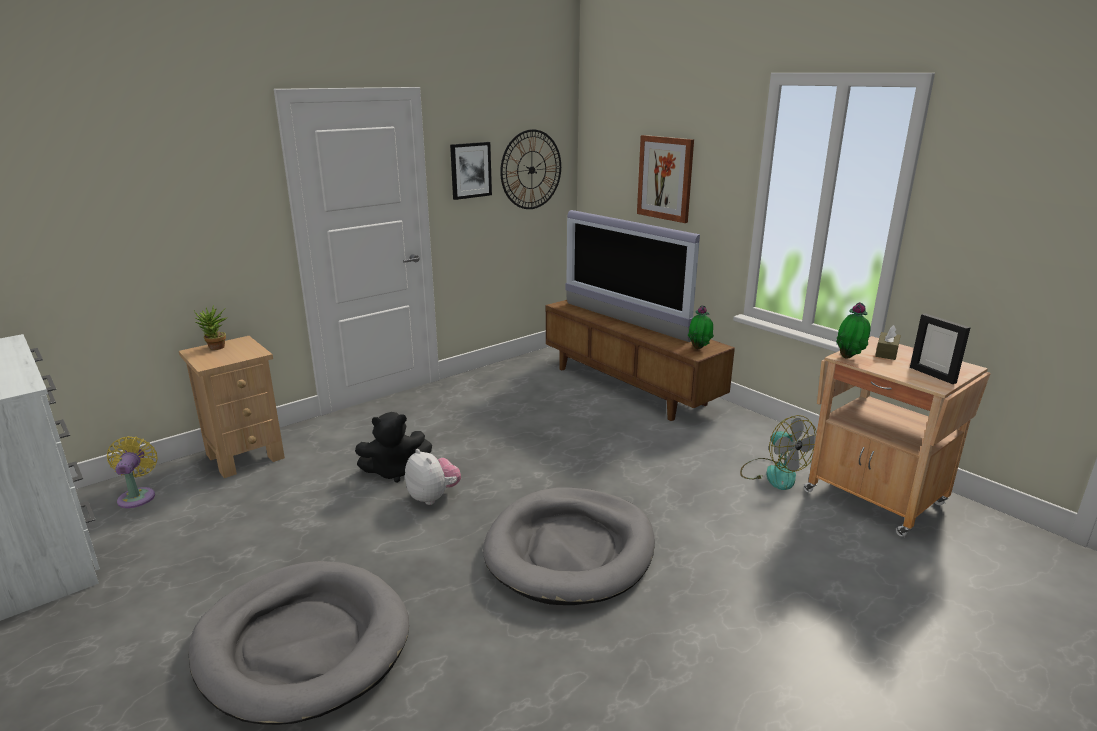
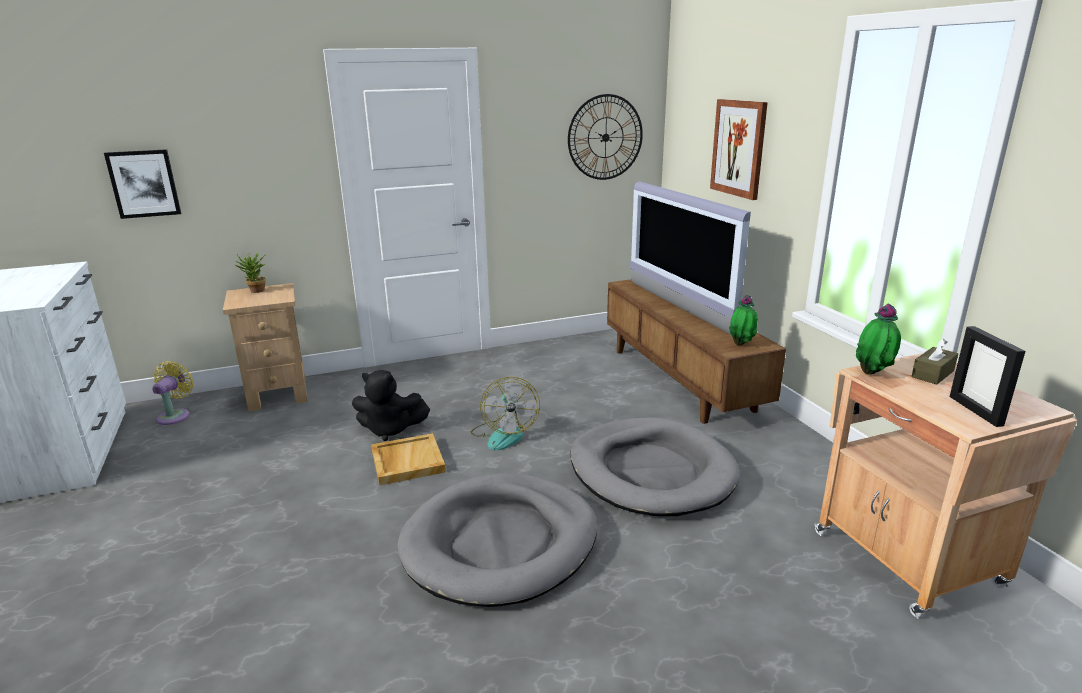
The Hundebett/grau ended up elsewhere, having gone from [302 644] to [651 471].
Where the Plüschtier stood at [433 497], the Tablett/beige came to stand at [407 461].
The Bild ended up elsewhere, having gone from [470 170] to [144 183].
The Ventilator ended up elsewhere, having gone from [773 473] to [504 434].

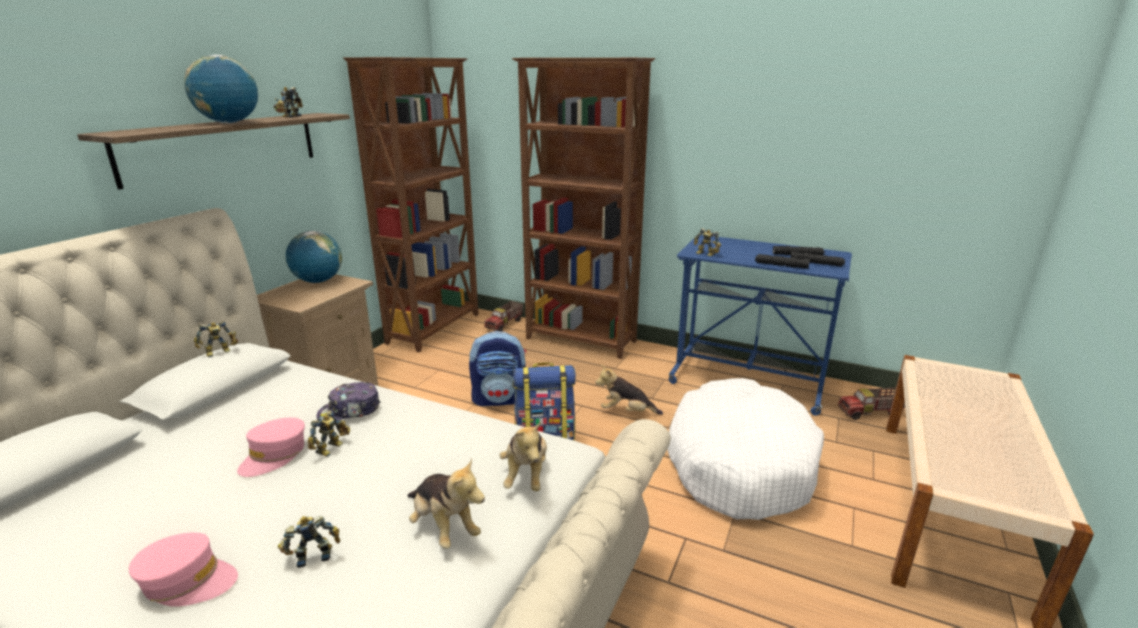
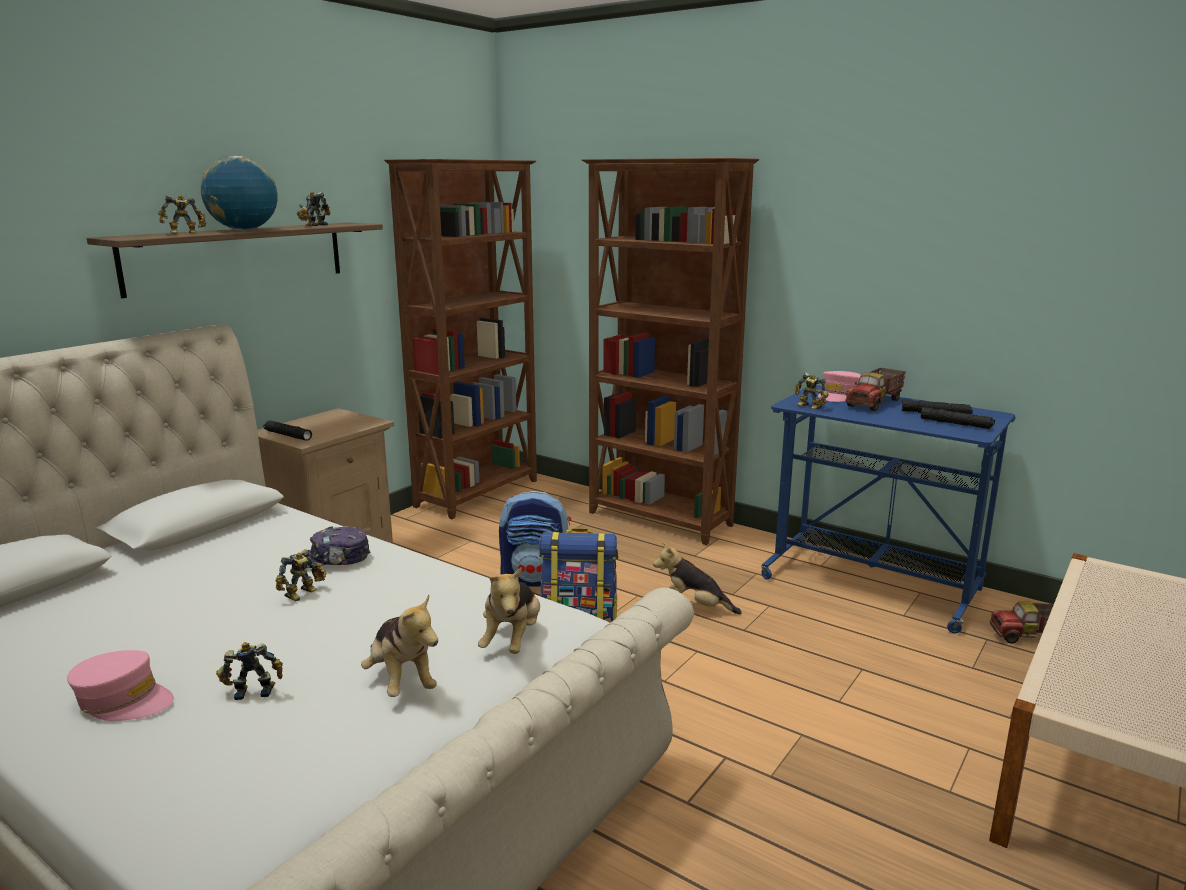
The Spielzeugroboter ended up elsewhere, having gone from [219 352] to [185 233].
The Kappe/rosa ended up elsewhere, having gone from [274 455] to [839 395].
The second view lost the Globus at [318 281].
The Spielzeuglaster ended up elsewhere, having gone from [505 324] to [875 403].
The second view lost the Hundebett/weiß at [739 463].
The Taschenlampe/schwarz ended up elsewhere, having gone from [781 265] to [288 435].

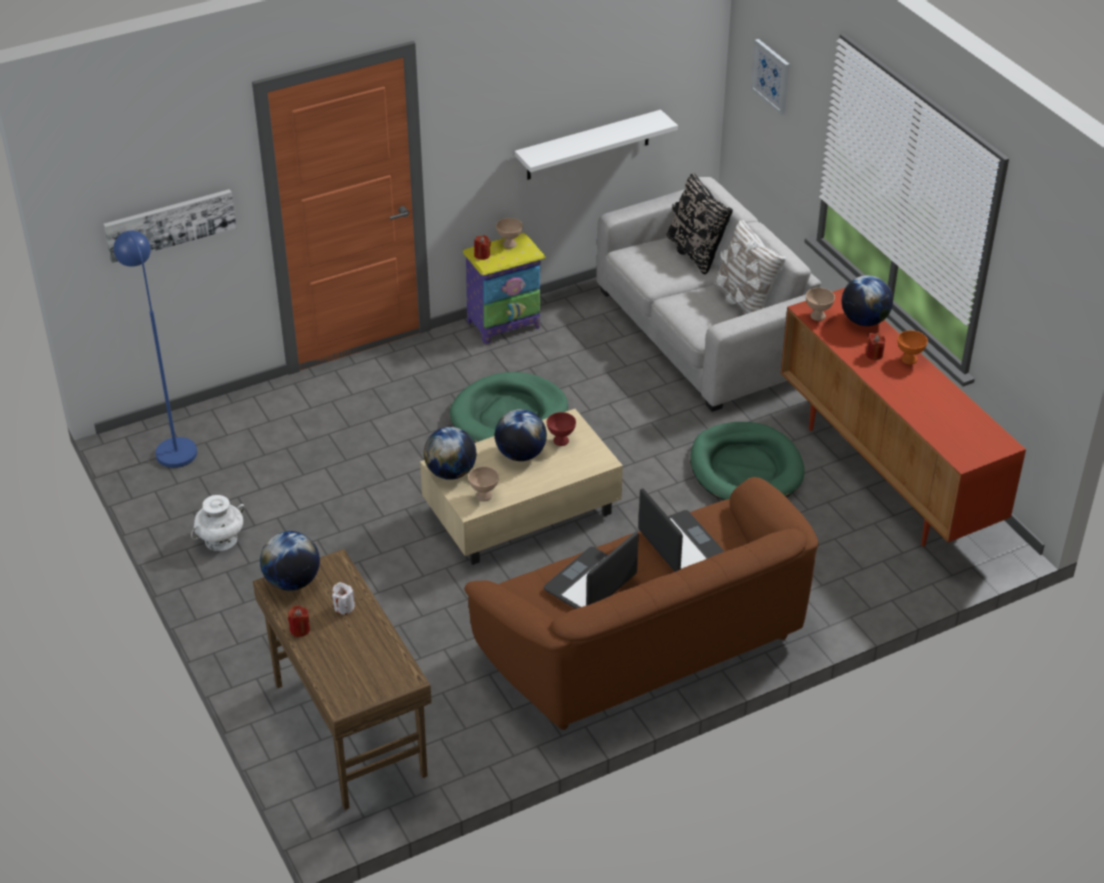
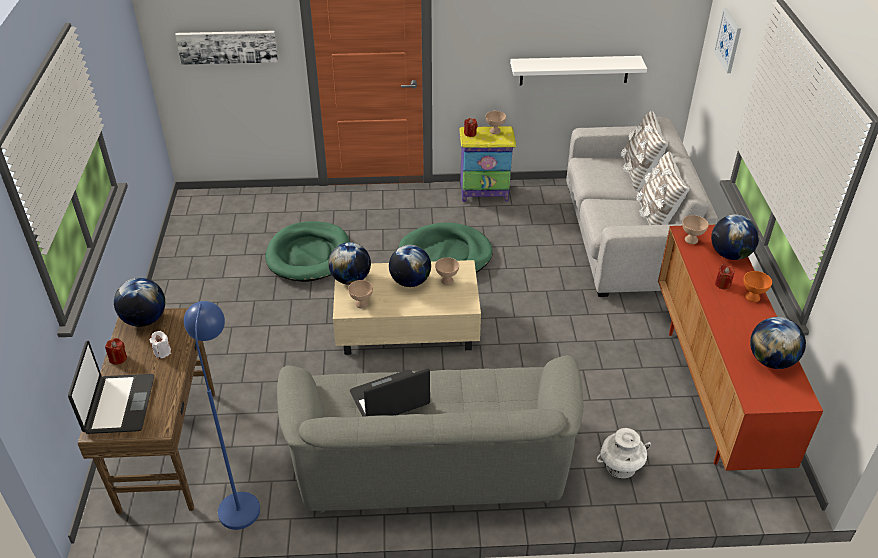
The Stehlampe/blau ended up elsewhere, having gone from [172 447] to [240 501].
The Vase/weiß ended up elsewhere, having gone from [221 540] to [620 466].
What was the Sofa/braun at [644 640] turned into the Sofa/grau at [431 461].
What was the Schüssel/rot at [561 441] turned into the Schüssel/beige at [446 281].
The Laptop ended up elsewhere, having gone from [680 545] to [118 405].
What was the Kissen/schwarz at [694 253] turned into the Kissen/weiß at [638 174].
The Hundebett/grün ended up elsewhere, having gone from [746 468] to [309 255].
The second view gained the Globus at [771 360].

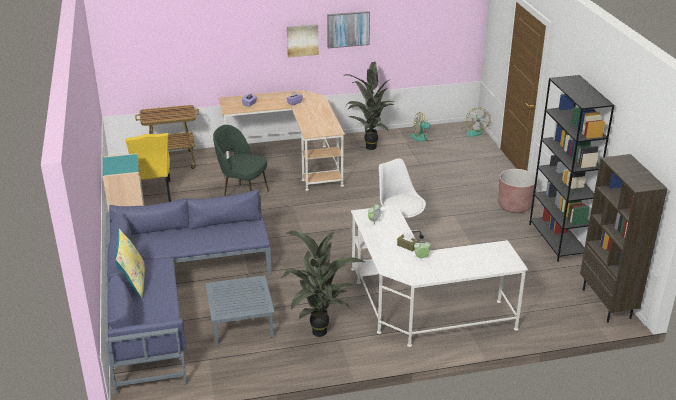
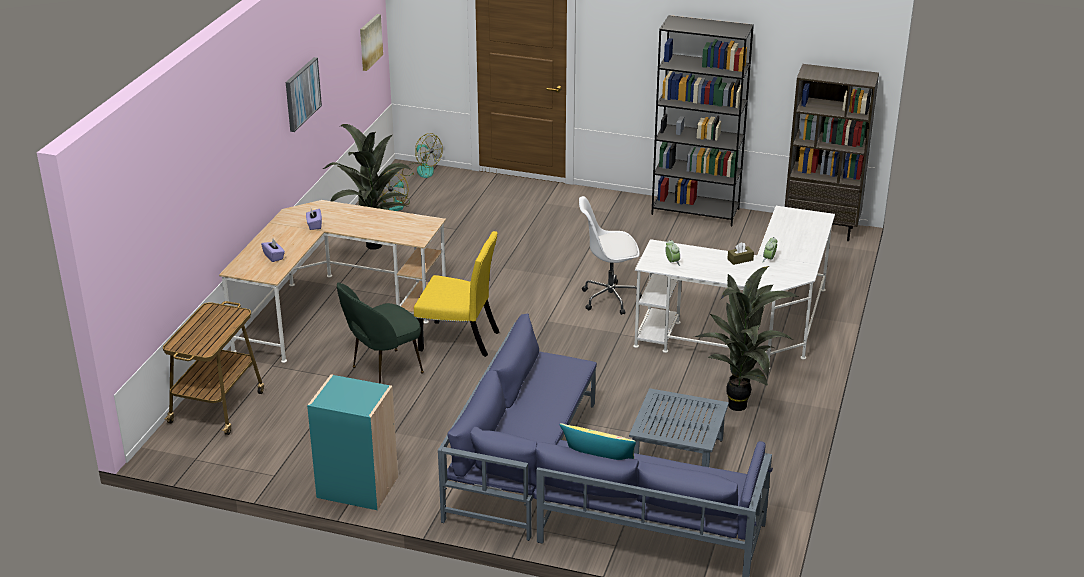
The Stuhl/gelb ended up elsewhere, having gone from [153 193] to [458 340].
The Bild ended up elsewhere, having gone from [302 40] to [370 42].
The second view lost the Pflanzkübel/braun at [514 206].

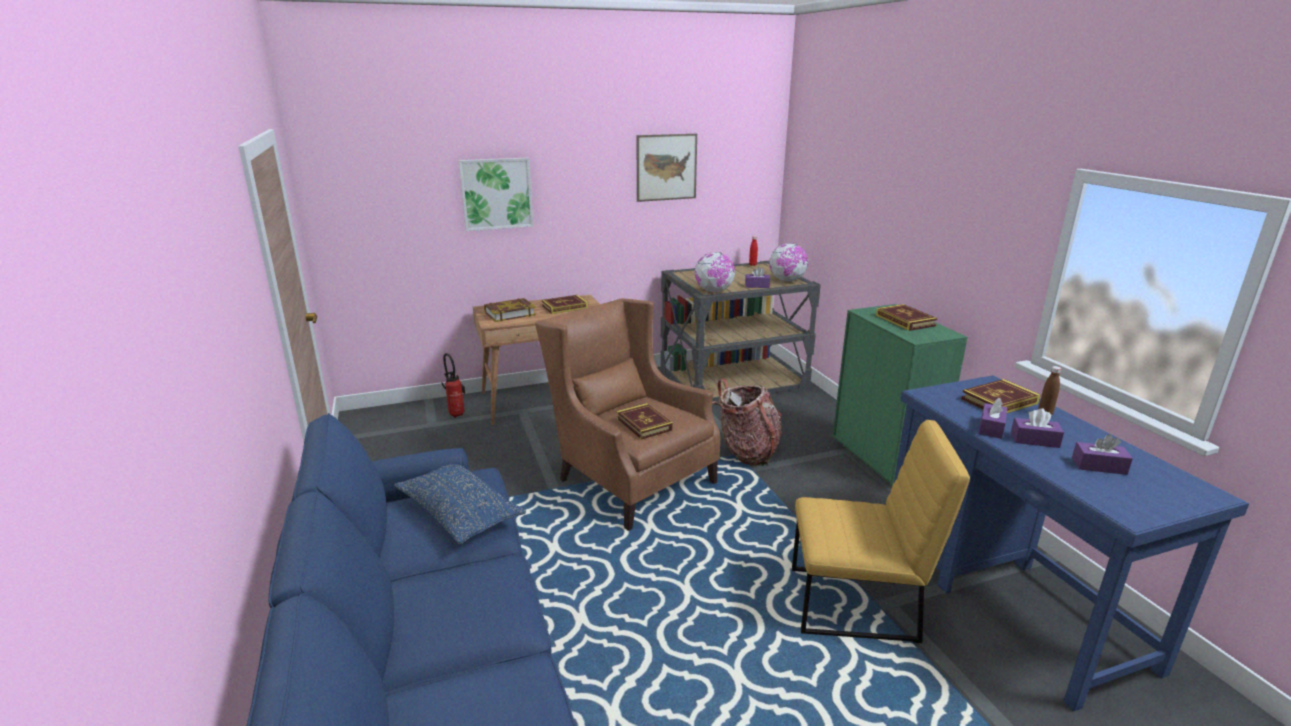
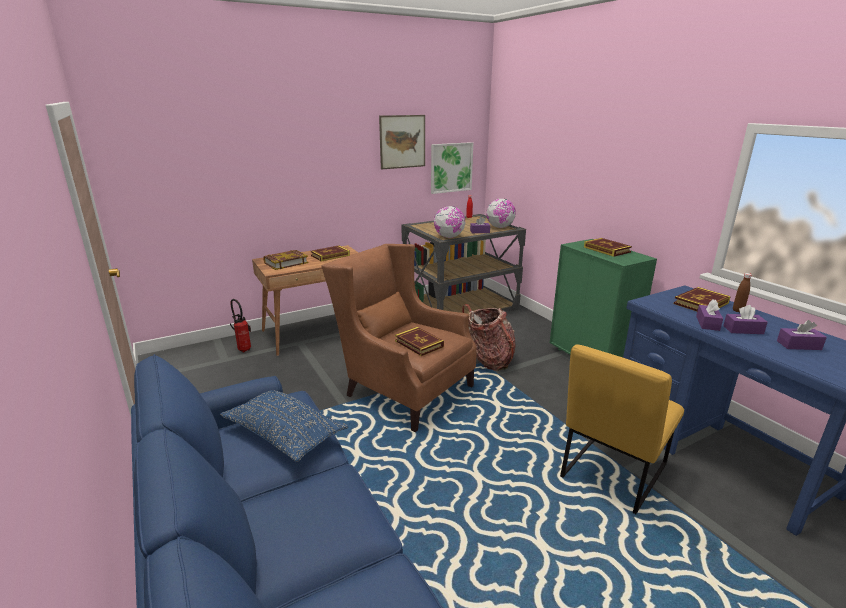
The Bild ended up elsewhere, having gone from [496 194] to [451 167].
The Stuhl/gelb at [857 605] ended up facing another way, 135 degrees clockwise from before.

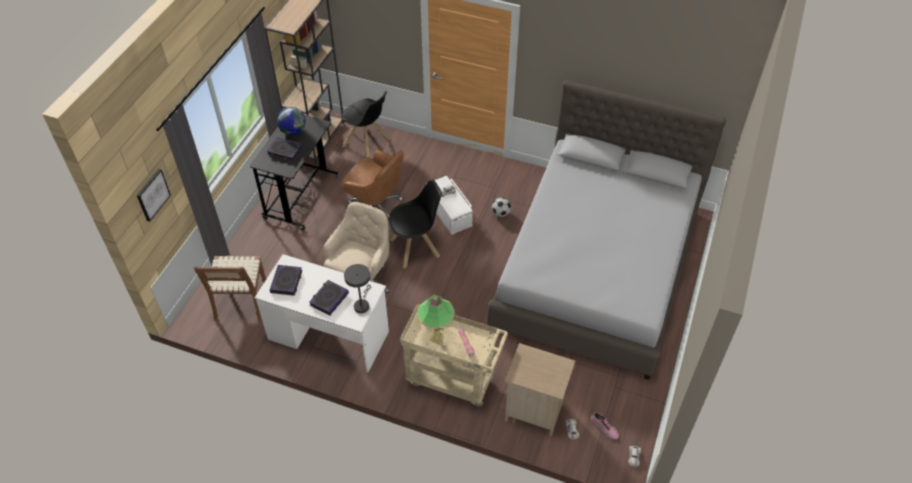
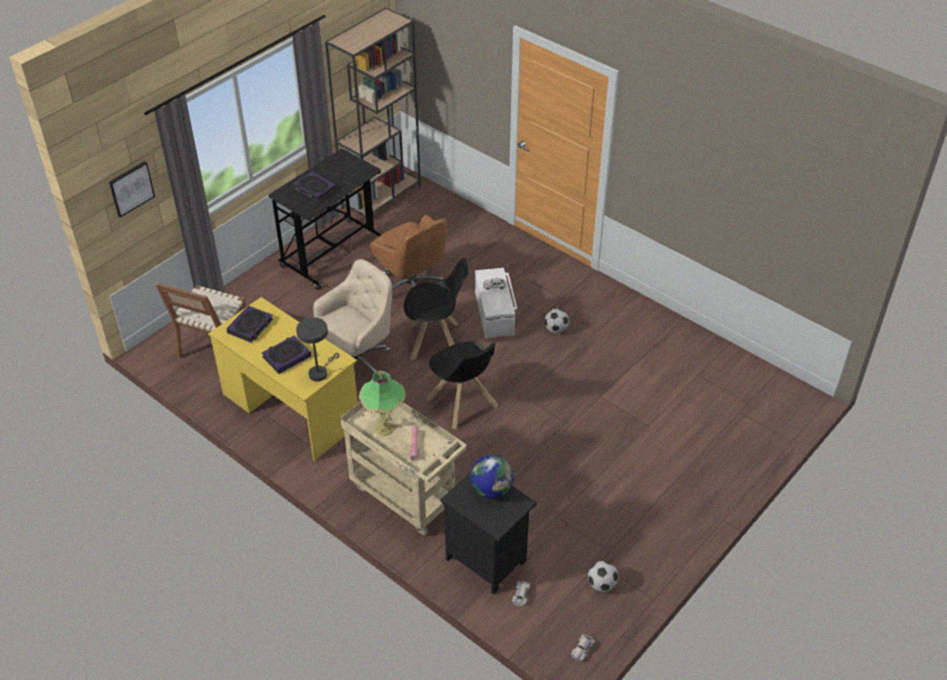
What was the Schreibtisch/weiß at [328 335] turned into the Schreibtisch/gelb at [290 409].
The Globus ended up elsewhere, having gone from [293 131] to [491 489].
The Stuhl/schwarz ended up elsewhere, having gone from [367 143] to [463 404].
The second view lost the Bett/grau at [597 267].
What was the Nachttisch/beige at [534 409] turned into the Nachttisch/schwarz at [486 558].
The second view lost the Schuh at [604 427].
The second view gained the Fußball at [601 585].

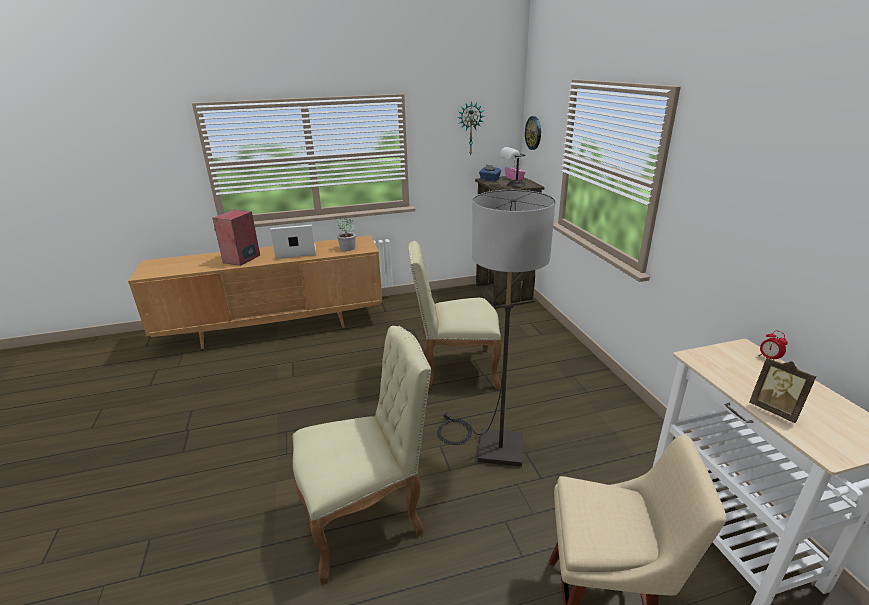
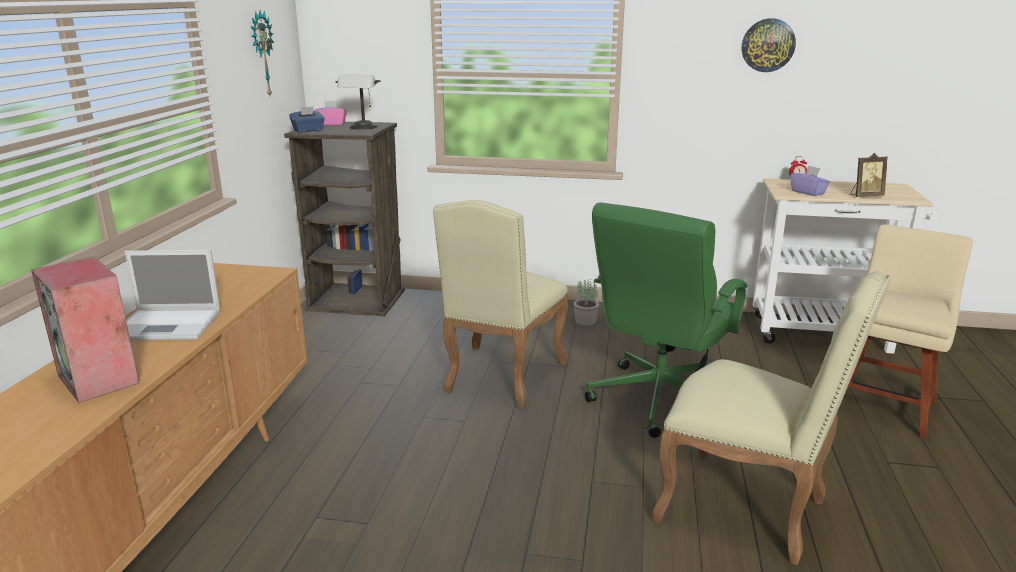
The Laptop at [295 252] ended up facing another way, 105 degrees counterclockwise from before.
The Stuhl/beige at [365 518] ended up facing another way, 120 degrees clockwise from before.
The Topfpflanze ended up elsewhere, having gone from [347 248] to [586 321].
Where the Stehlampe stood at [486 444], the Bürostuhl/grün came to stand at [659 398].
The Wanduhr ended up elsewhere, having gone from [533 133] to [768 45].
The second view gained the Taschentuchbox/lila at [808 192].

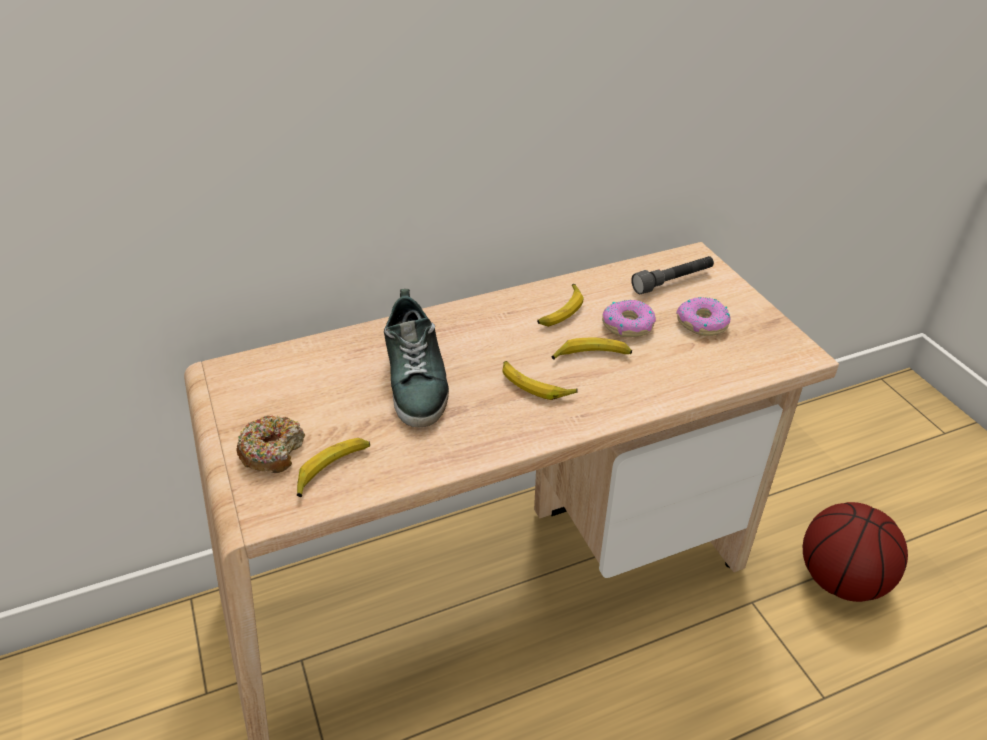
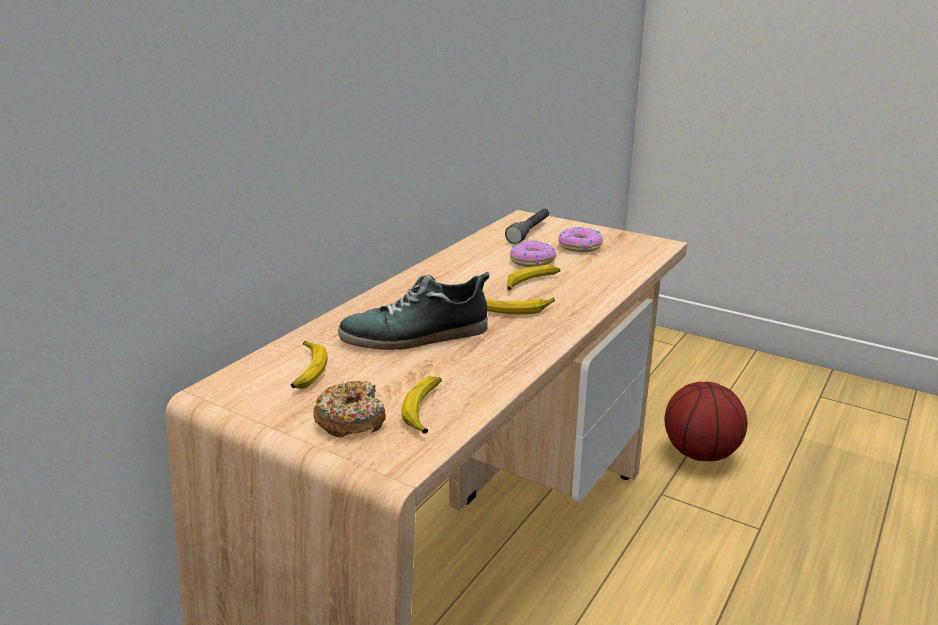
The Schuh at [417 379] ended up facing another way, 120 degrees clockwise from before.
The Banane ended up elsewhere, having gone from [561 311] to [307 371].

